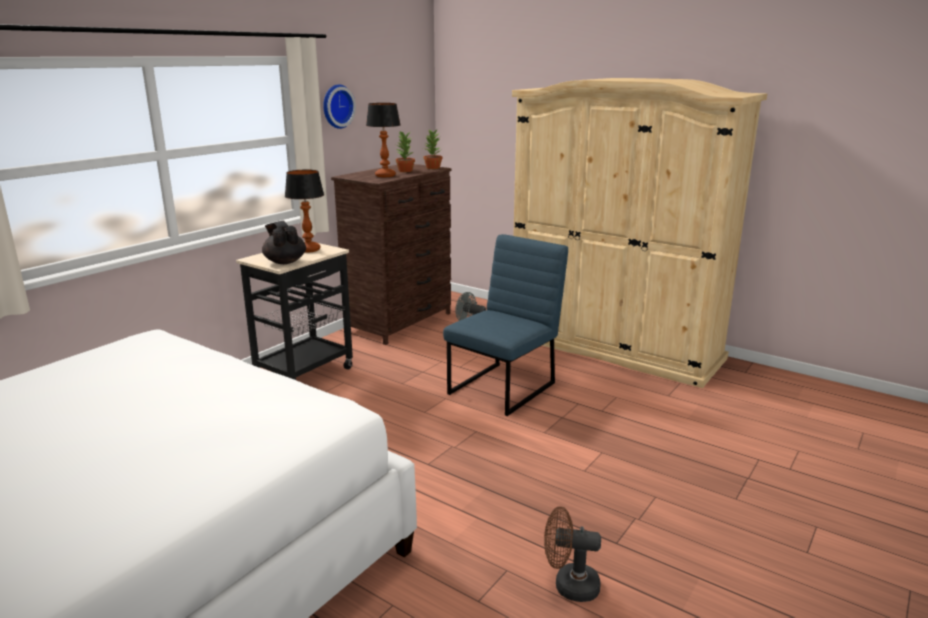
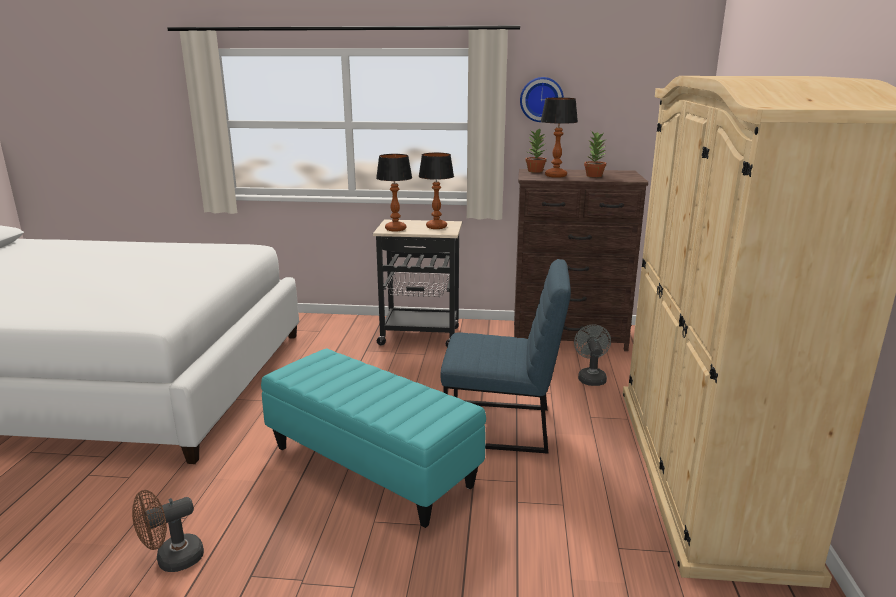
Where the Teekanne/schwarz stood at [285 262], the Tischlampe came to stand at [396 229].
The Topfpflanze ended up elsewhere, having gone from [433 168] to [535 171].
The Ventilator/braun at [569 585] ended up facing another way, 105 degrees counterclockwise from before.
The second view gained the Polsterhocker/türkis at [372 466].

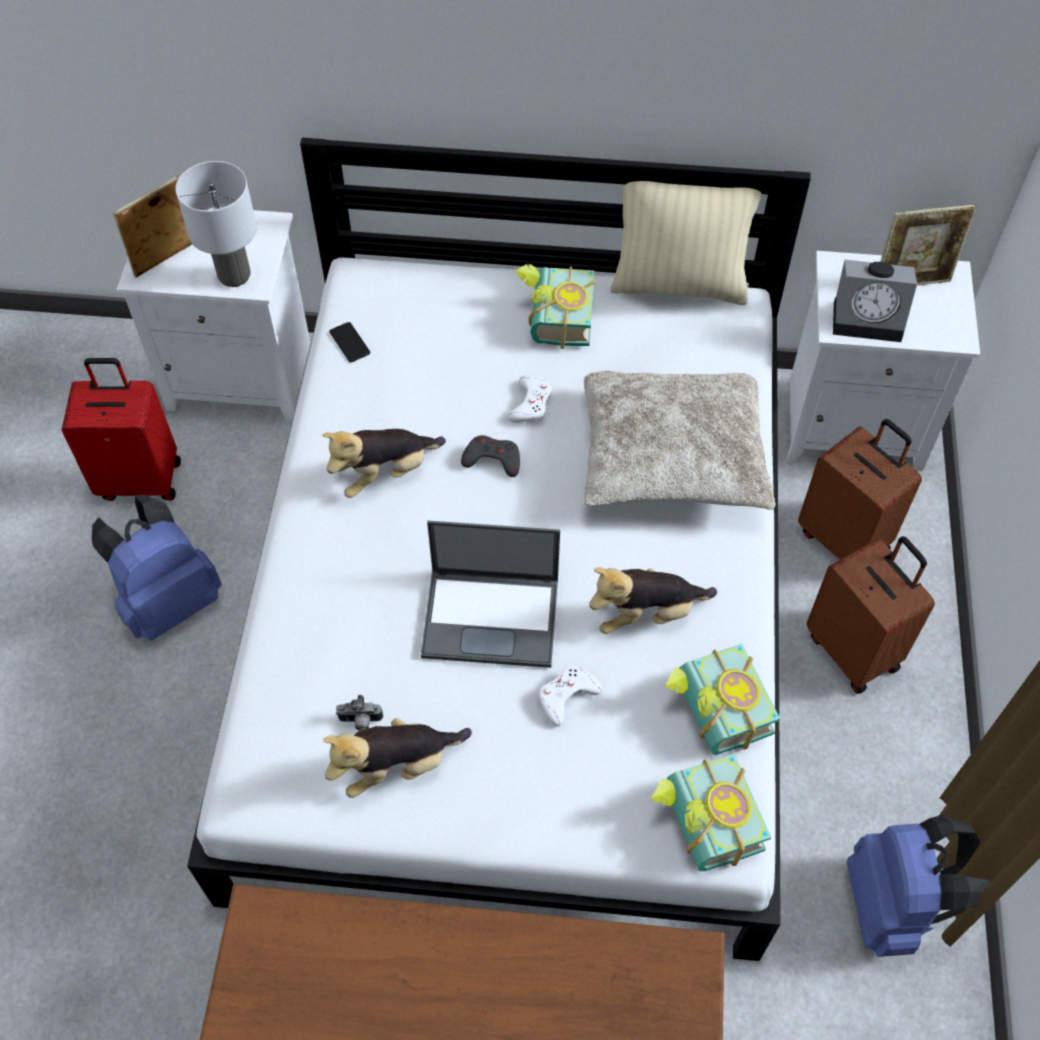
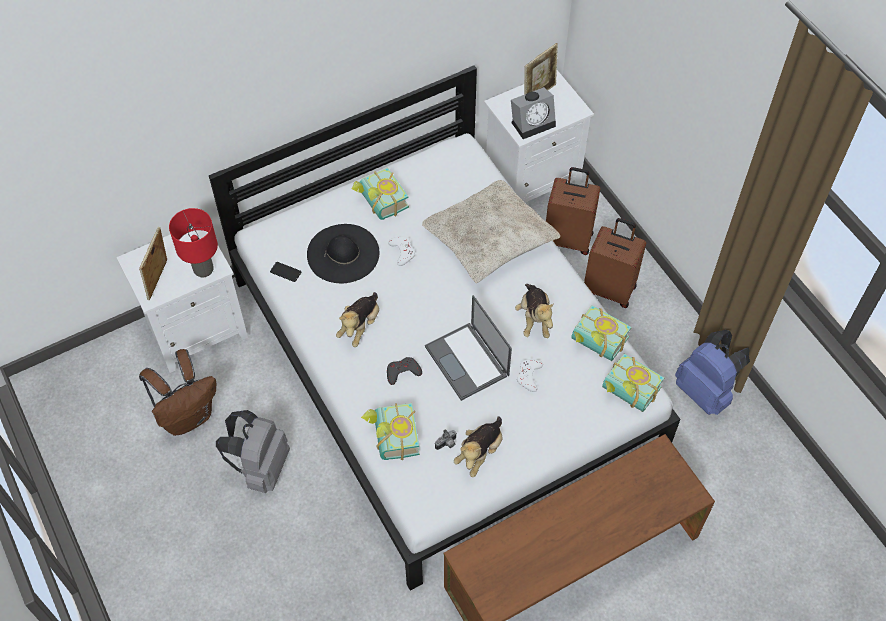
Where the Koffer/rot stood at [141 478], the Rucksack/braun came to stand at [188 416].
What was the Rucksack/blau at [169 601] turned into the Rucksack/grau at [261 467].
What was the Tischlampe/weiß at [233 276] turned into the Tischlampe/rot at [202 270].
The Laptop at [492 617] ended up facing another way, 90 degrees clockwise from before.
The Gamepad/grau ended up elsewhere, having gone from [492 459] to [402 372].
The Plüschtier at [646 613] ended up facing another way, 45 degrees counterclockwise from before.
The second view lost the Kissen/beige at [679 284].
The second view gained the Hut/schwarz at [343 253].
The second view gained the Buch at [391 438].

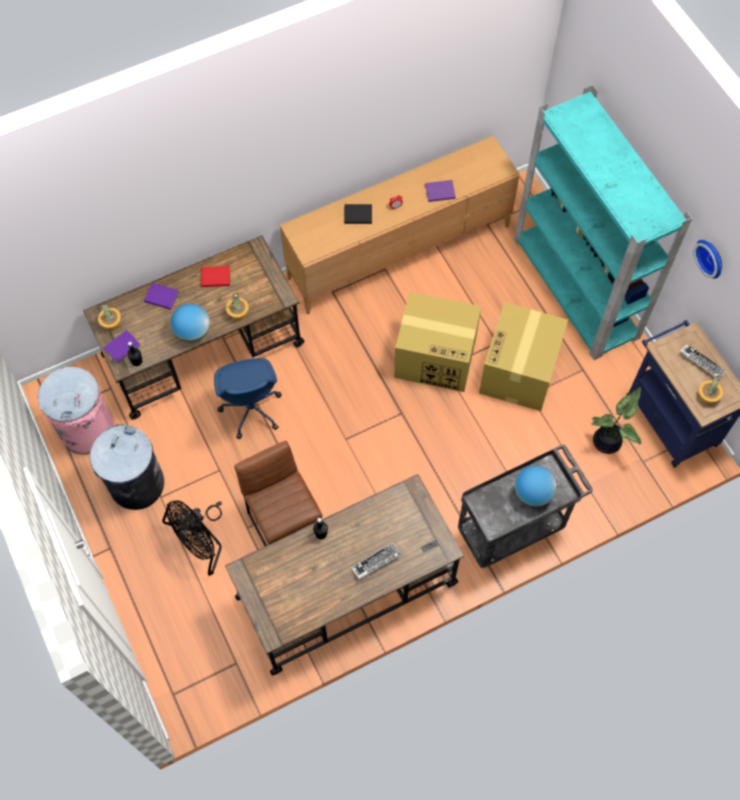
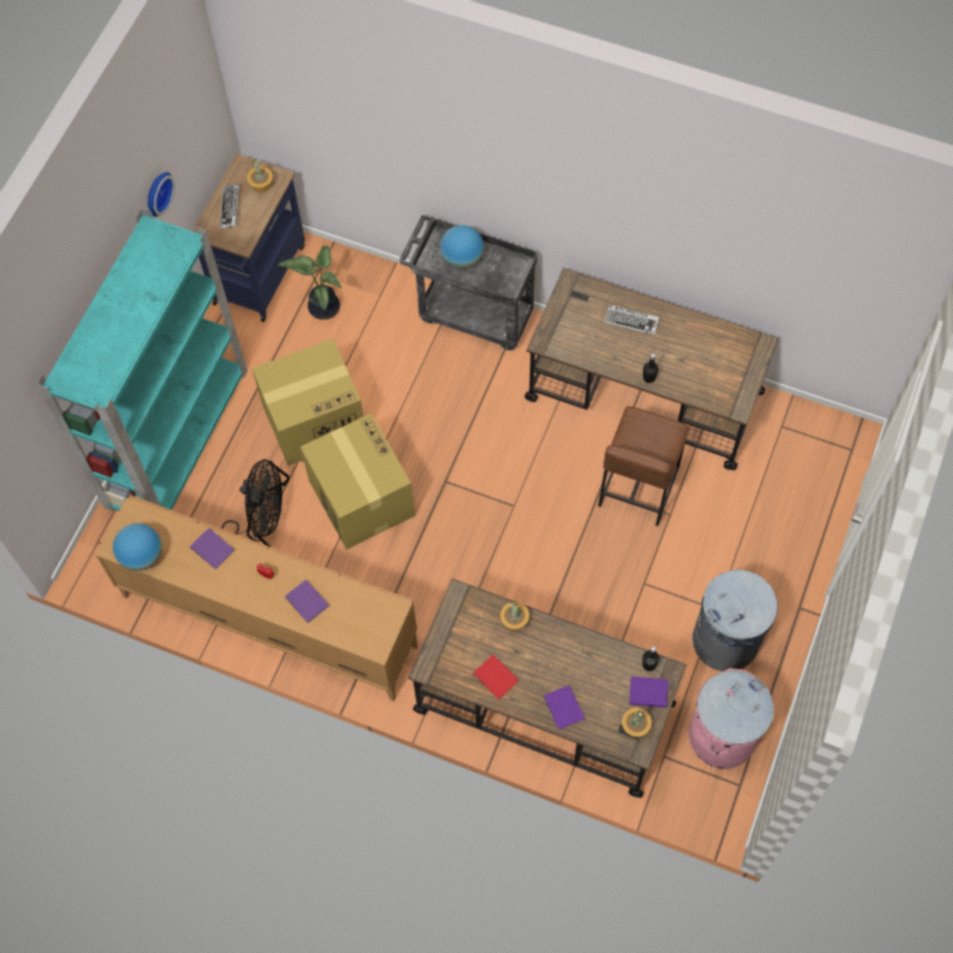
The Ventilator/schwarz ended up elsewhere, having gone from [200 537] to [261 520].
The Globus ended up elsewhere, having gone from [193 332] to [142 556].
The second view lost the Bürostuhl/blau at [252 412].
What was the Buch/schwarz at [357 214] turned into the Buch/lila at [307 603].

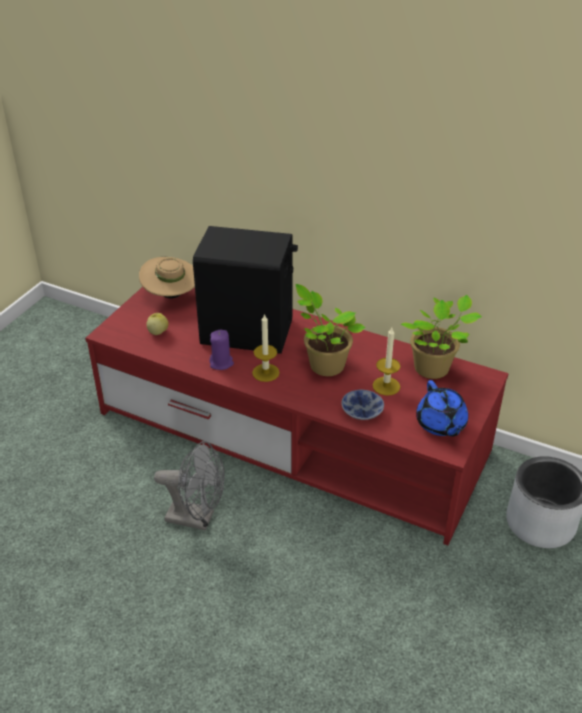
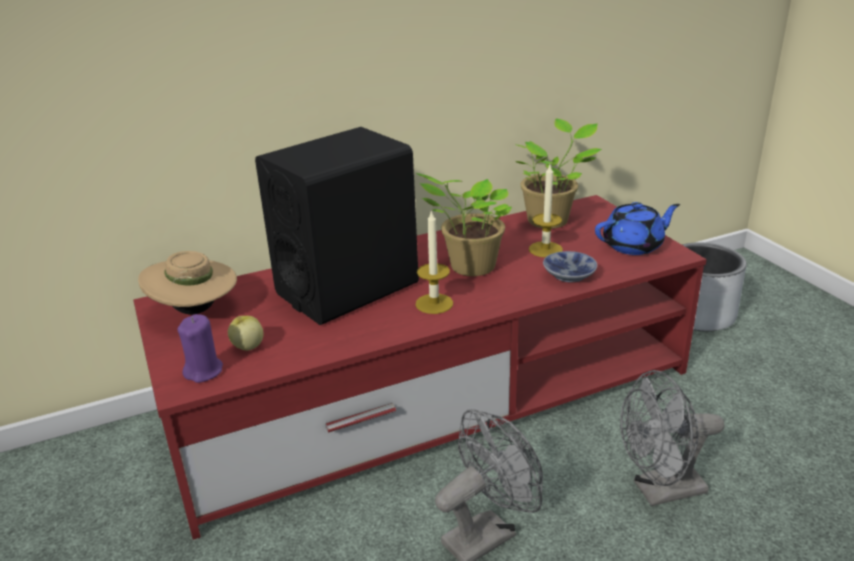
The Kerze/lila ended up elsewhere, having gone from [221 363] to [204 371].
The Teekanne/blau at [441 424] ended up facing another way, 45 degrees counterclockwise from before.
The second view gained the Ventilator/grau at [660 491].

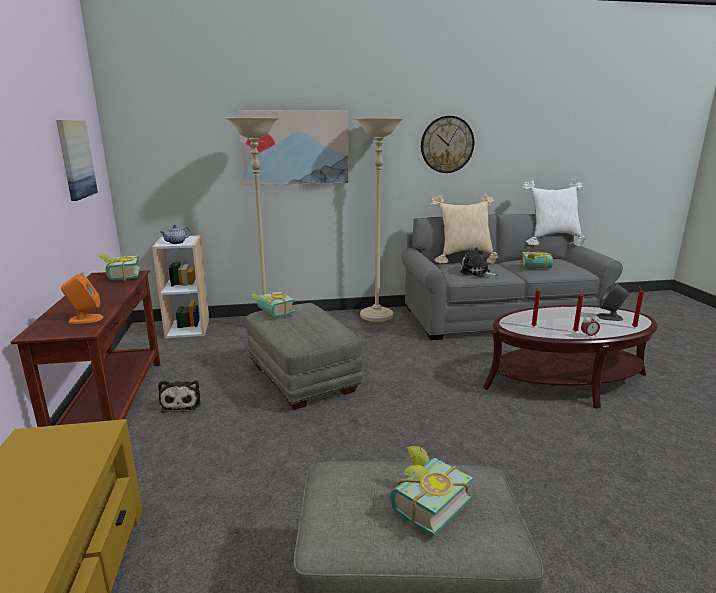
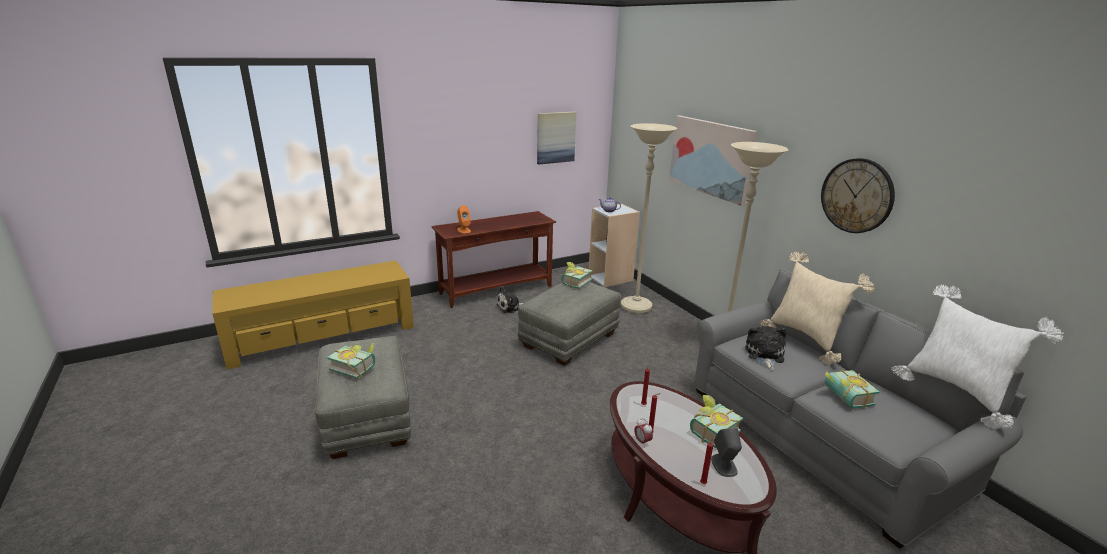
The Buch ended up elsewhere, having gone from [120 276] to [710 430].

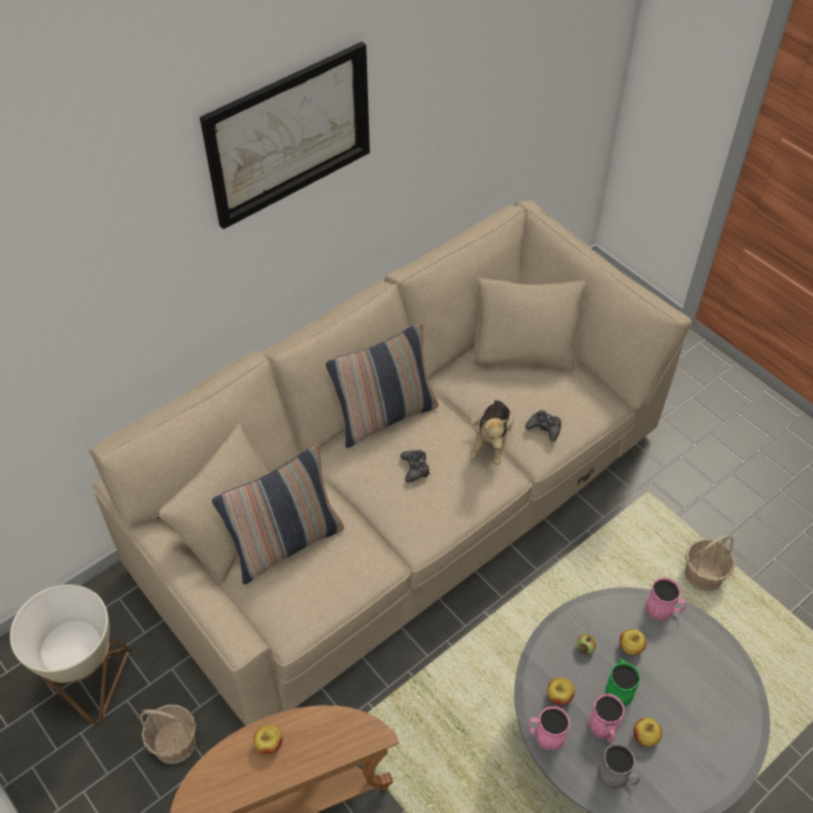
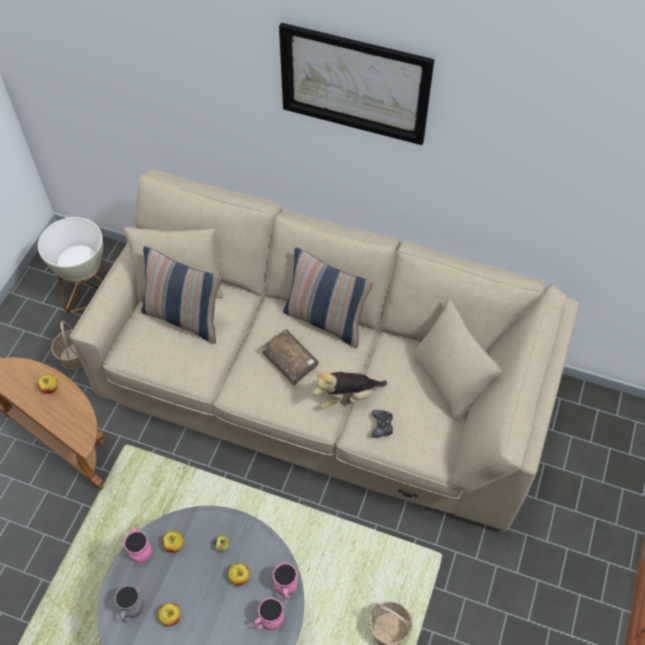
Where the Gamepad/schwarz stood at [415 468], the Buch/braun came to stand at [290 360].
The Henkelbecher/rosa ended up elsewhere, having gone from [604 728] to [269 621].
The second view lost the Henkelbecher/grün at [618 688].

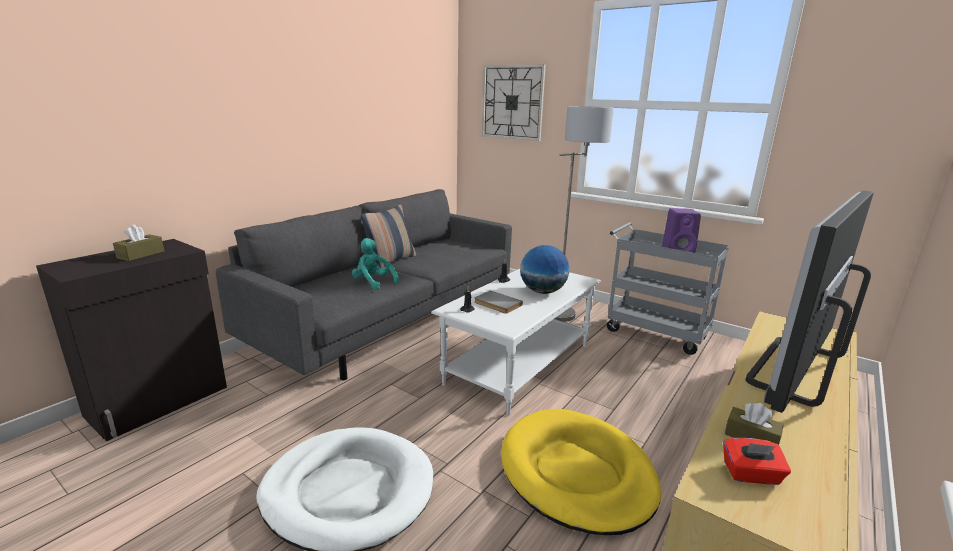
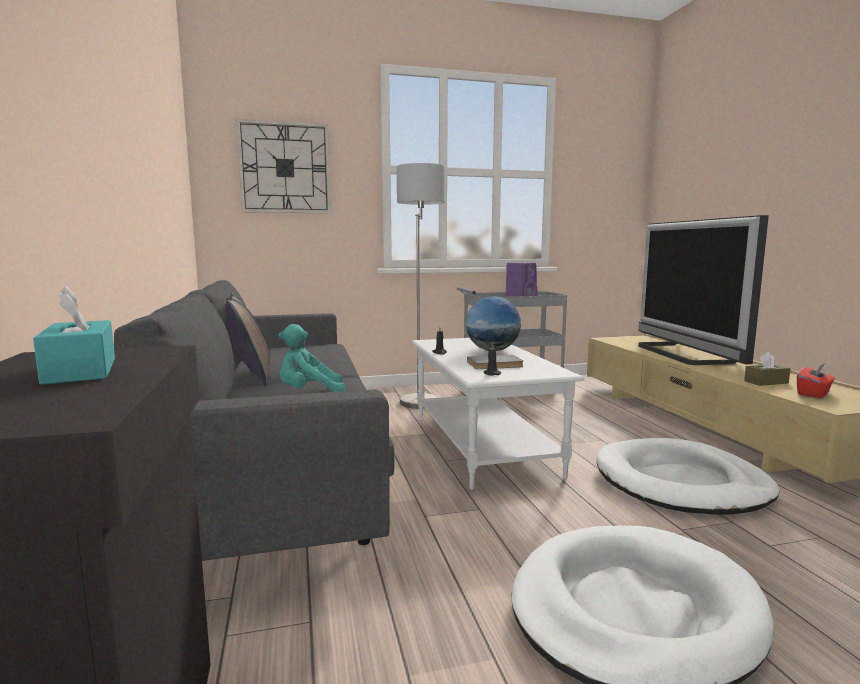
What was the Taschentuchbox/braun at [141 255] turned into the Taschentuchbox/türkis at [80 370].
What was the Hundebett/gelb at [576 473] turned into the Hundebett/weiß at [681 483].

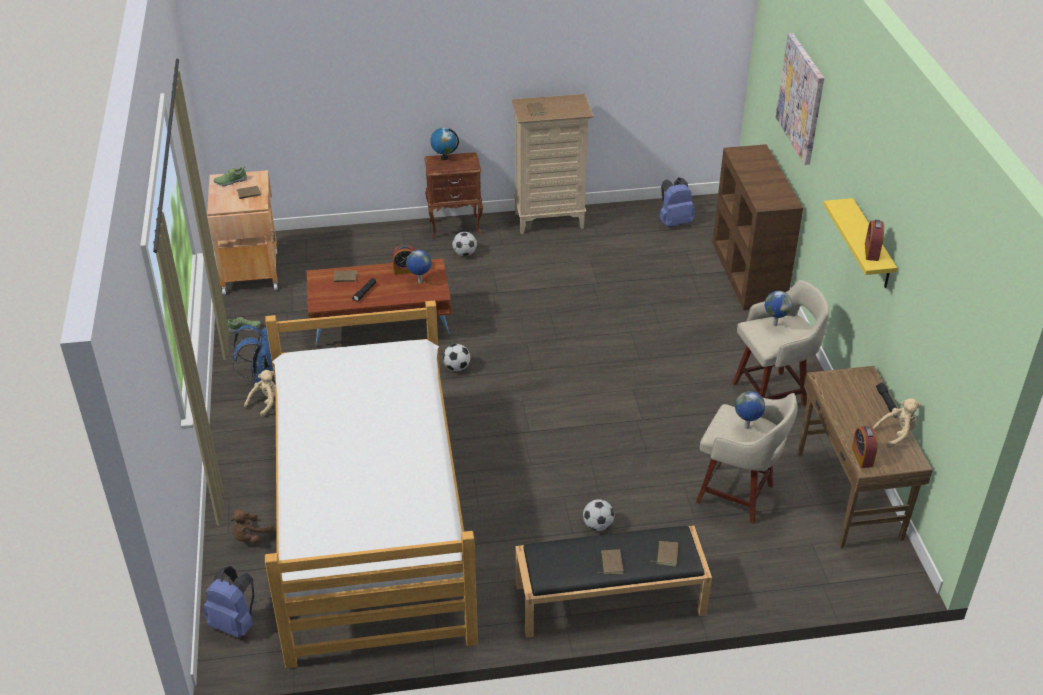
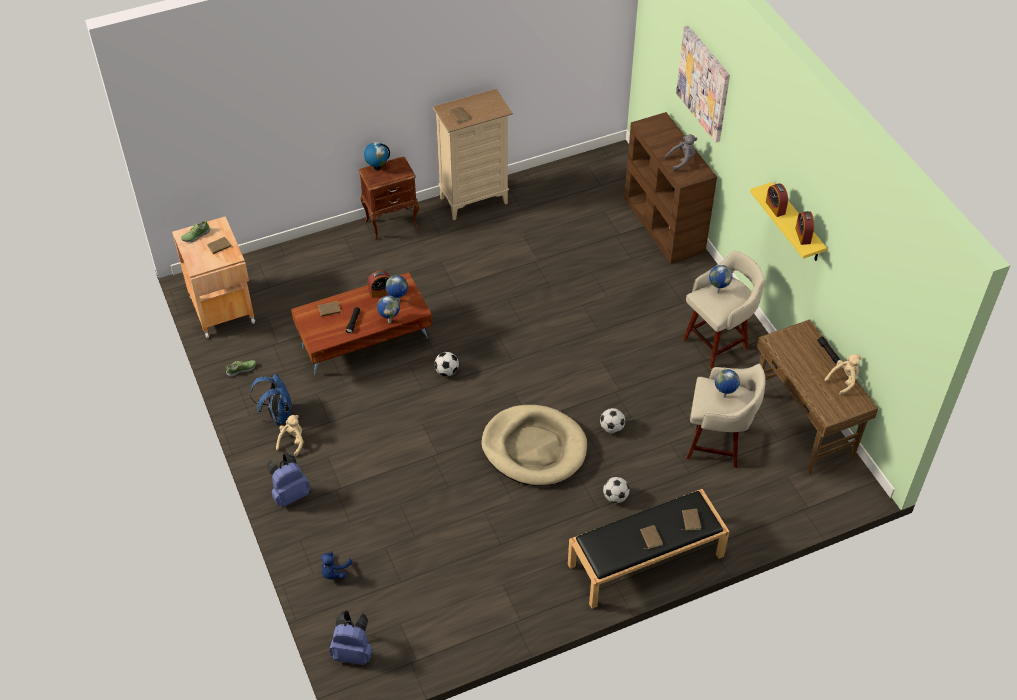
What was the Plüschtier/braun at [251 537] turned into the Plüschtier/blau at [334 572].
The second view lost the Bett at [370 522].
The Fußball ended up elsewhere, having gone from [464 254] to [611 428].
The Rucksack/blau ended up elsewhere, having gone from [674 222] to [290 494].
The Wecker ended up elsewhere, having gone from [862 457] to [775 208].
The second view gained the Globus at [389 321].
The second view gained the Hundebett/beige at [534 448].
The second view gained the Plüschtier/grau at [682 160].

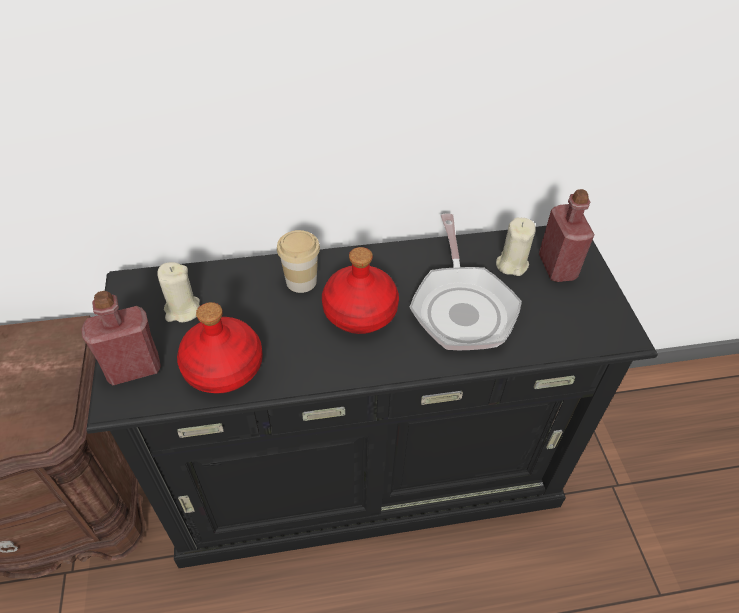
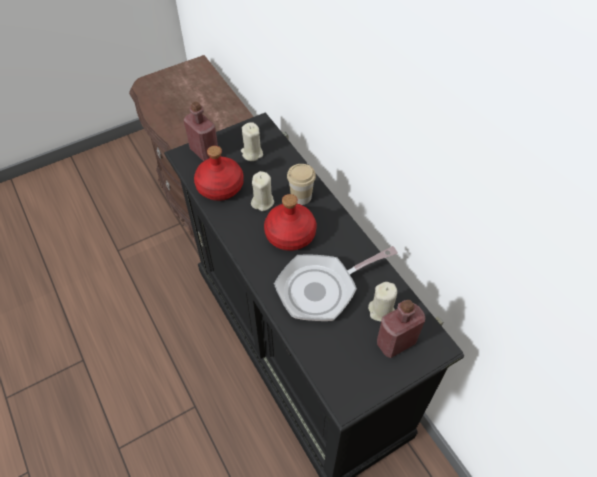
The second view gained the Kerze/beige at [262 202].

